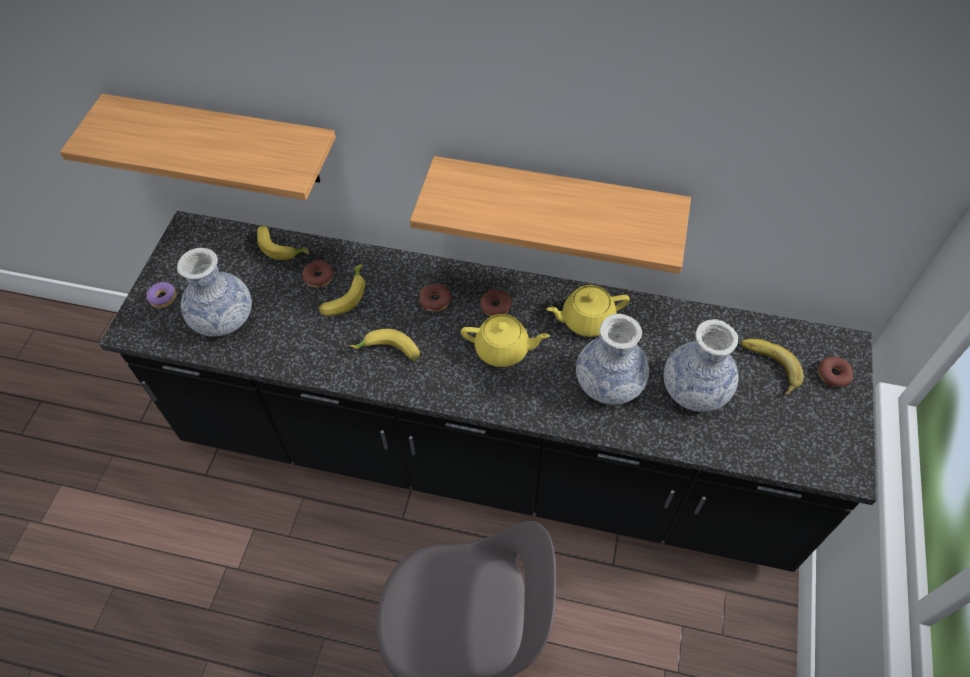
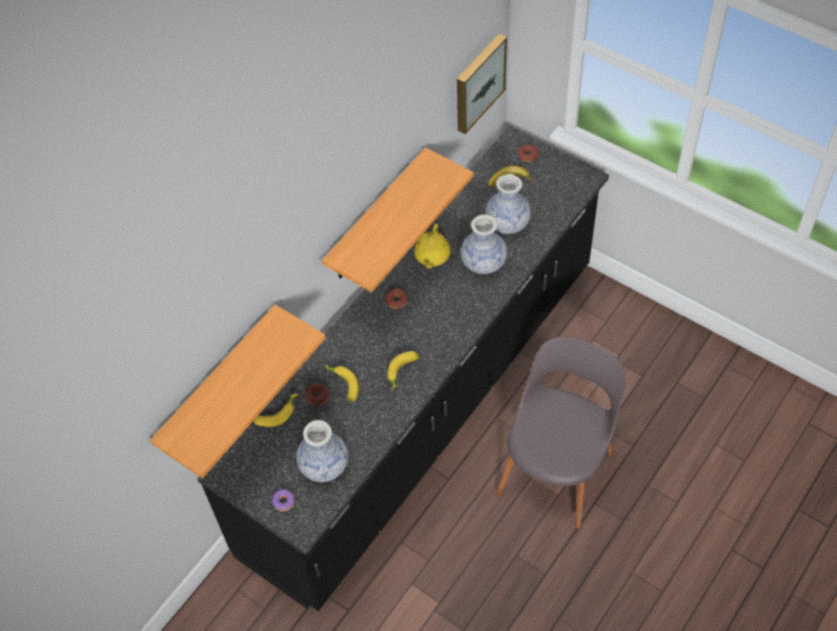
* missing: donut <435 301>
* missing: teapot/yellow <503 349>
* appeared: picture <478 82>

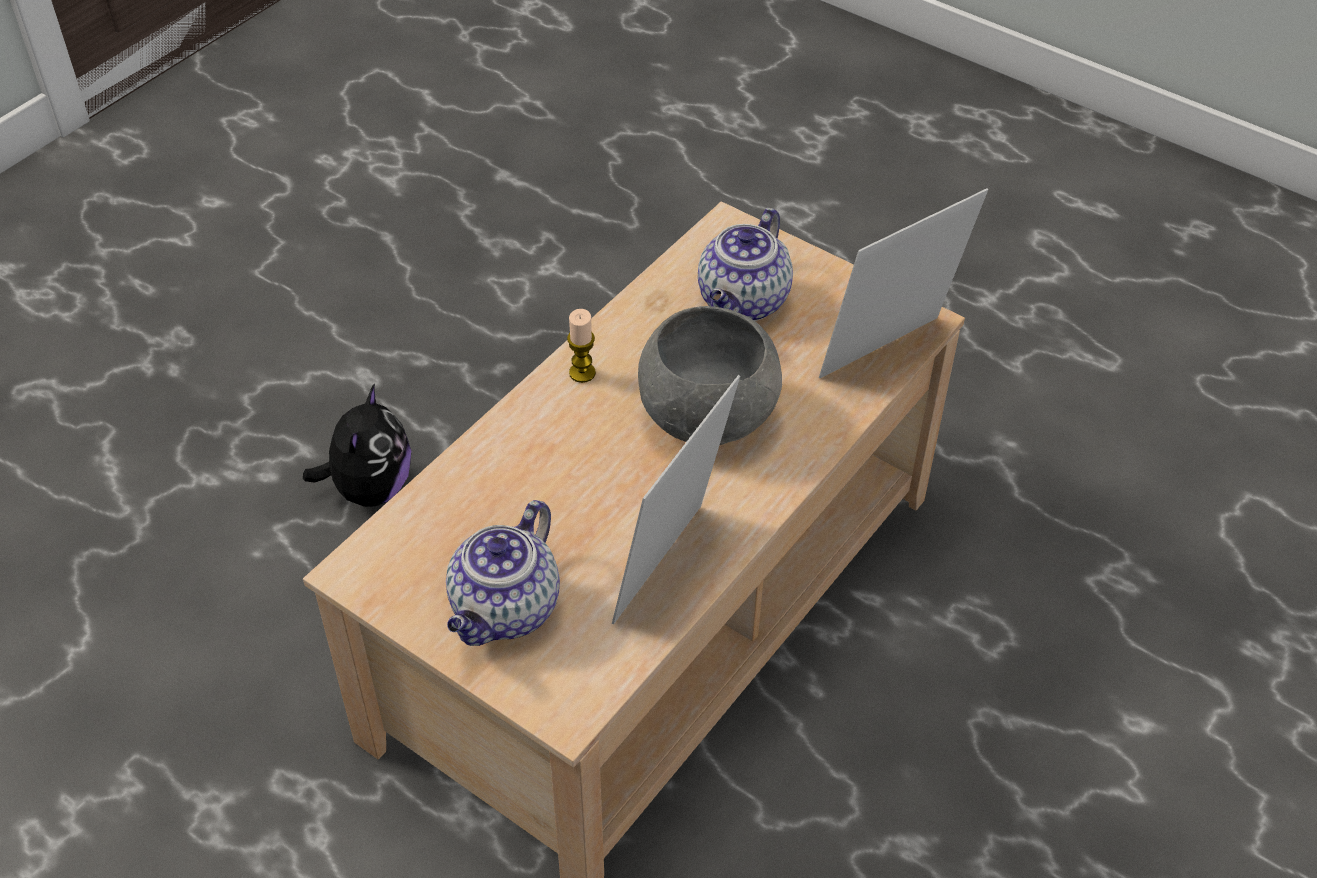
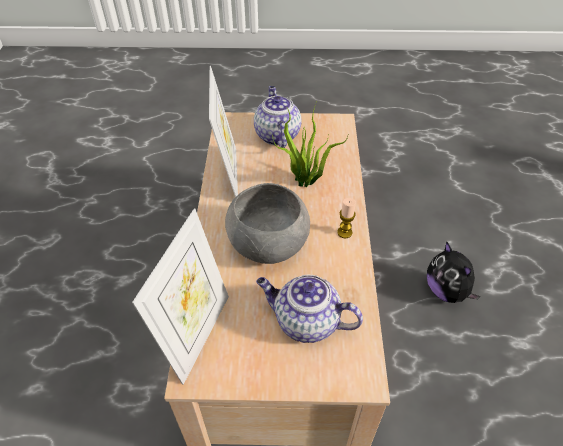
* spun: teapot <743 303> = <305 322> 60 degrees counterclockwise
* appeared: potted plant <305 183>

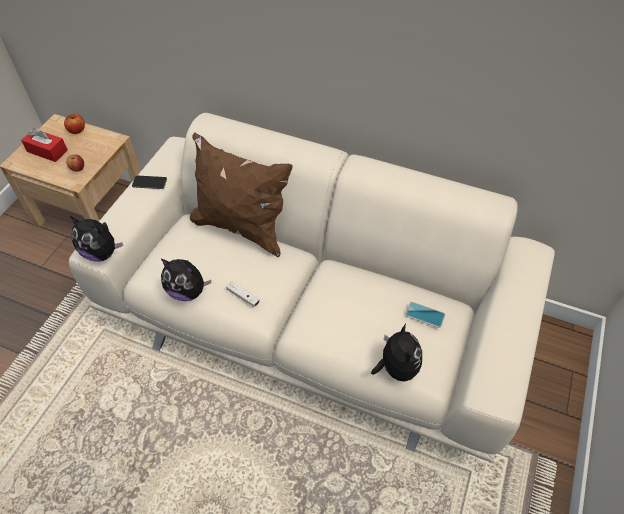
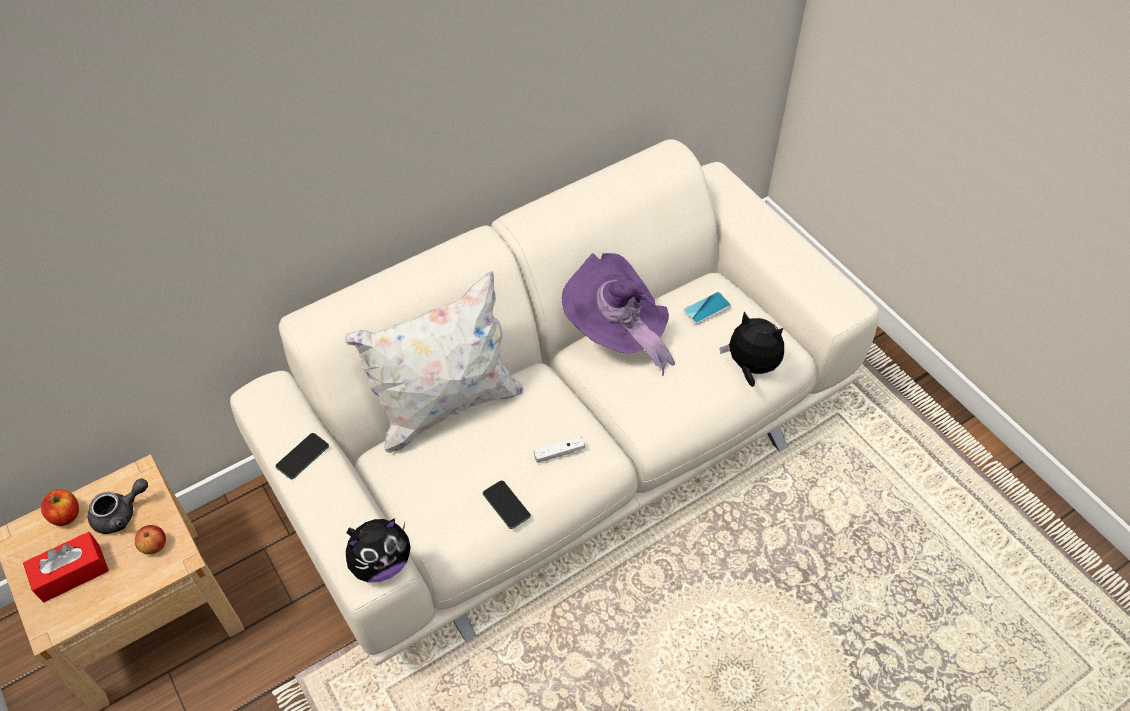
* colour: pillow/brown <242 228> to pillow/white <446 406>
* exchanged: plush toy <187 291> to phone <506 505>
* appeared: hat/purple <617 333>
* appeared: teapot/grey <121 514>

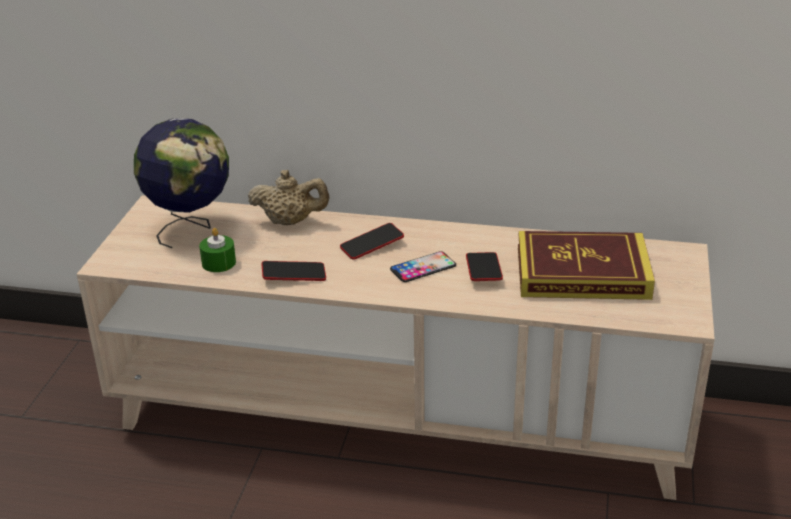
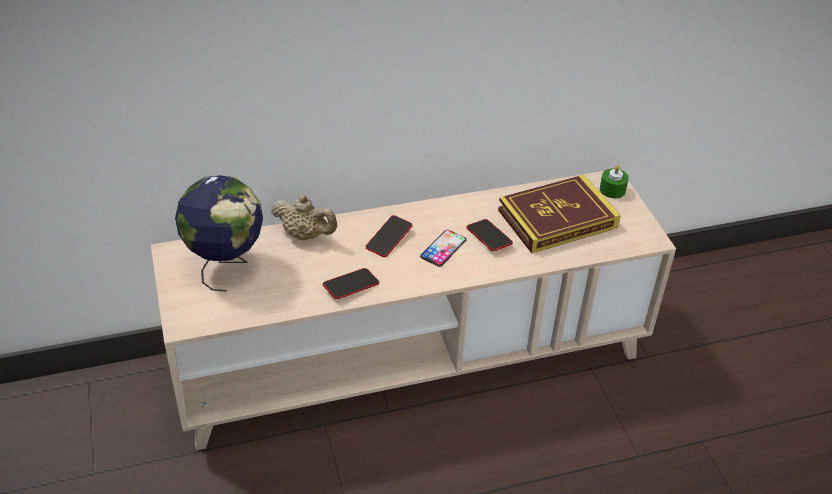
* spun: teapot/beige <290 221> = <305 235> 45 degrees clockwise
* relocated: candle/green <219 263> to <612 190>

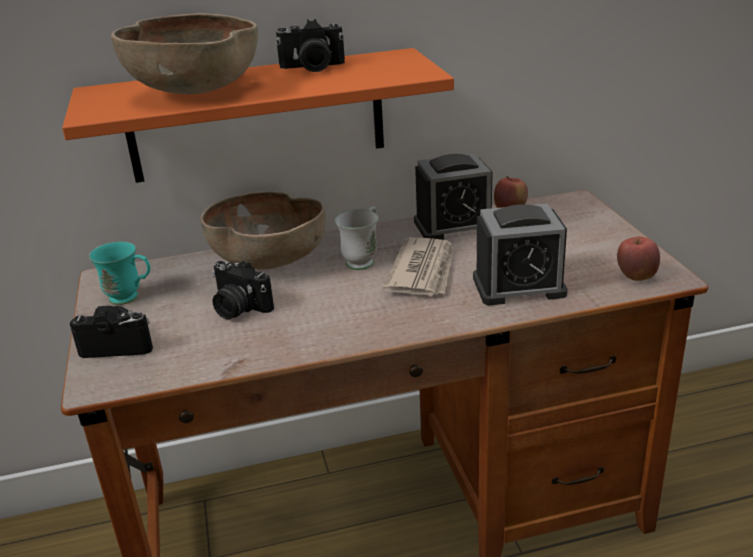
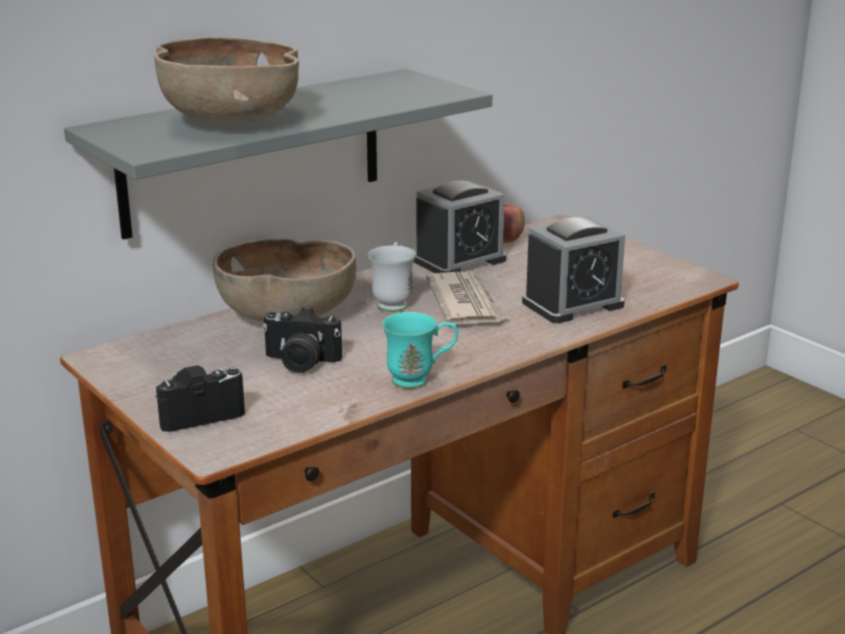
* missing: photo camera <312 68>
* colour: shelf/orange <257 116> to shelf/grey <253 152>
* missing: apple <636 277>
* relocated: mug/turquoise <131 298> to <420 380>

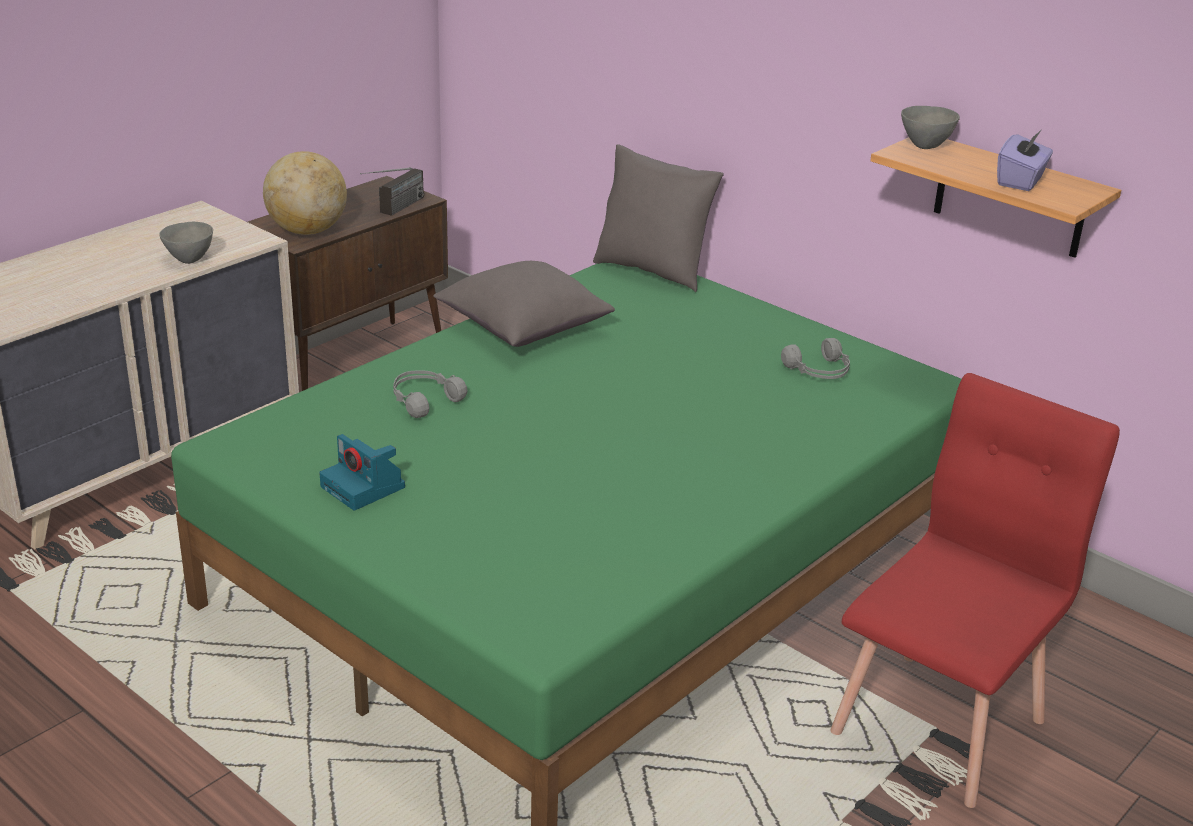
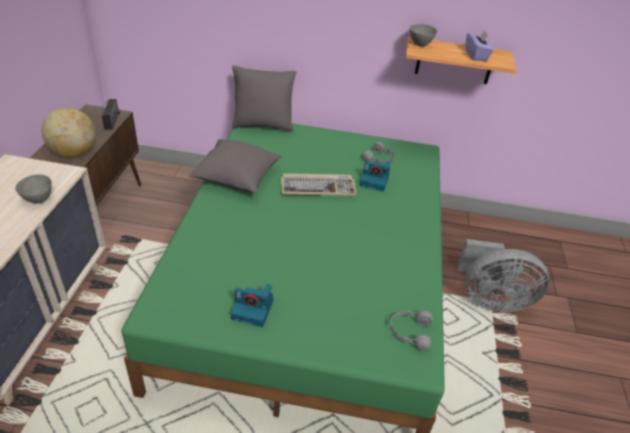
* relocated: headphones/grey <424 400> to <409 332>
* exchanged: chair/red <940 726> to fan/grey <490 299>
* appeared: photo camera <375 181>
* appeared: keyboard <318 187>

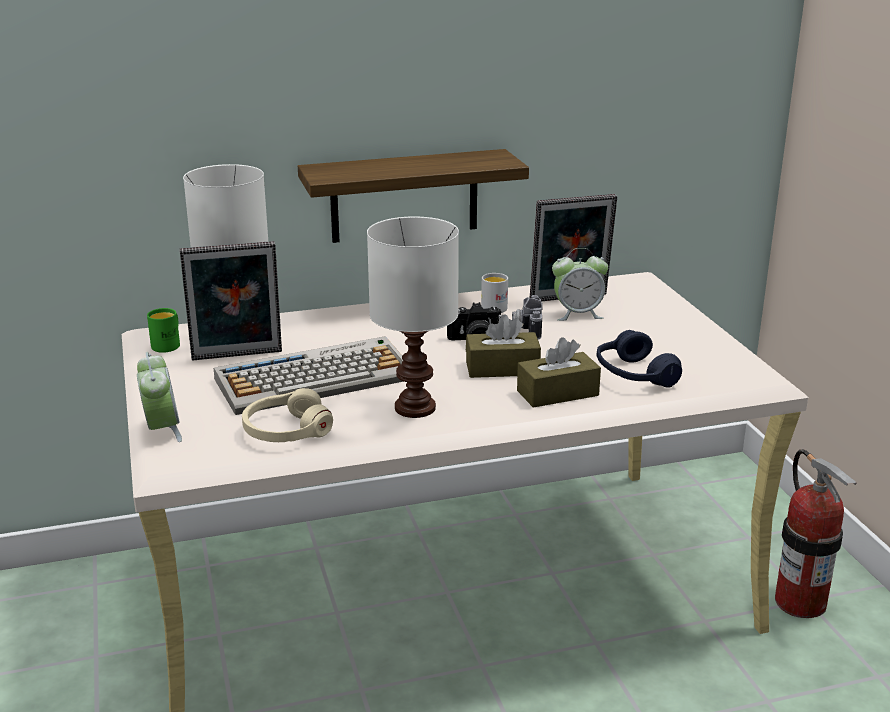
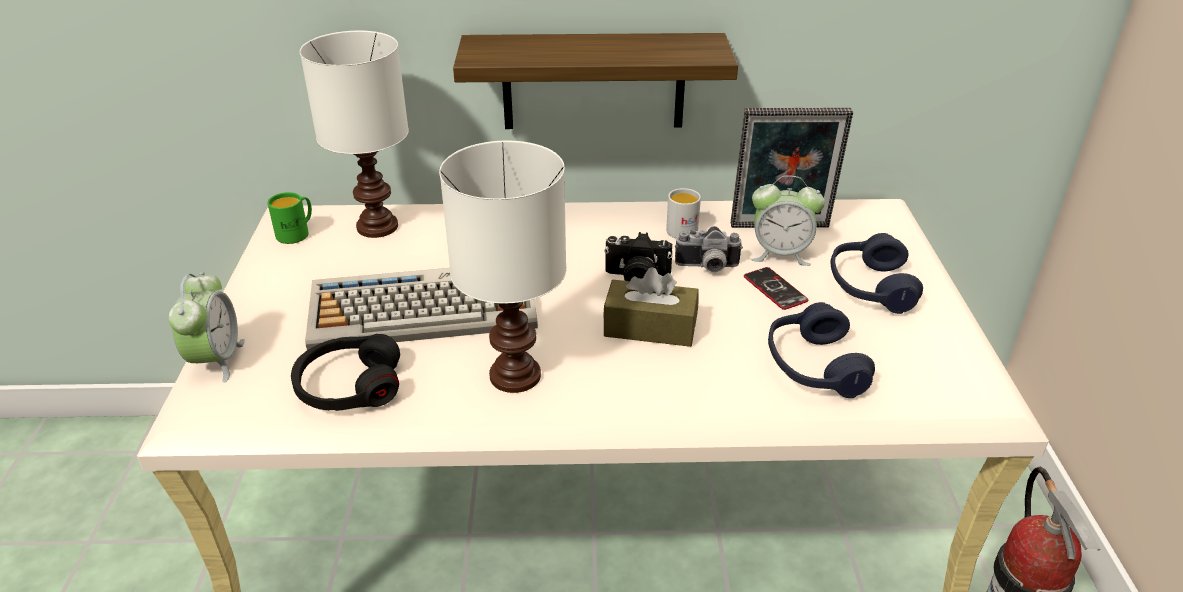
* missing: picture frame <237 357>
* spun: photo camera <526 328> = <707 268> 105 degrees counterclockwise
* missing: tissue box/brown <557 393>
* colour: headphones/beige <286 430> to headphones/black <349 386>
* appeared: headphones/blue <869 287>
* appeared: phone <775 289>

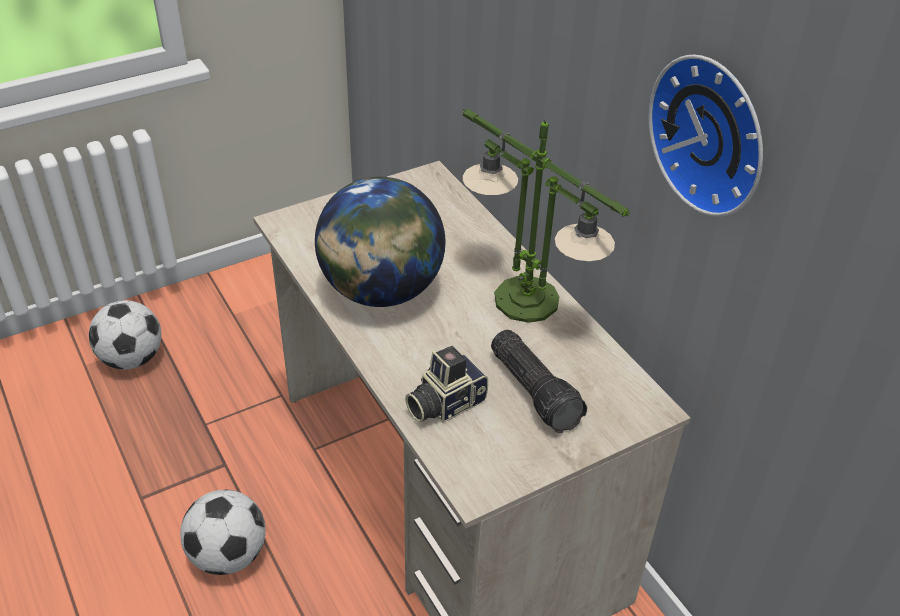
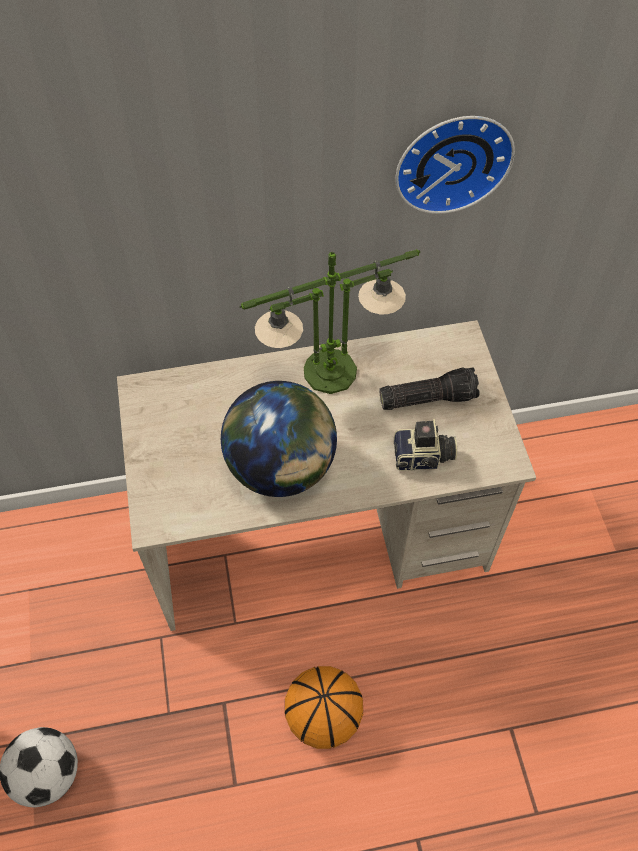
* spun: photo camera <444 403> = <423 458> 75 degrees counterclockwise
* exchanged: football <228 555> to basketball <322 716>

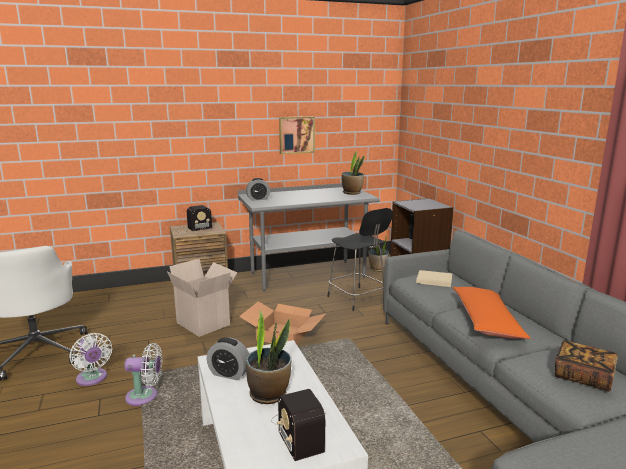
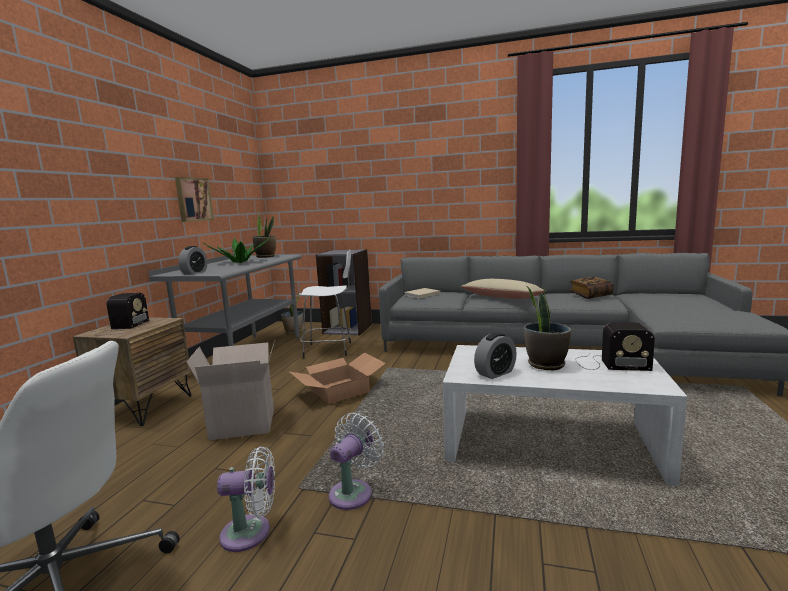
* colour: stool/black <357 299> to stool/white <330 350>
* colour: pillow/orange <486 321> to pillow/beige <502 297>
* appeared: potted plant <239 262>

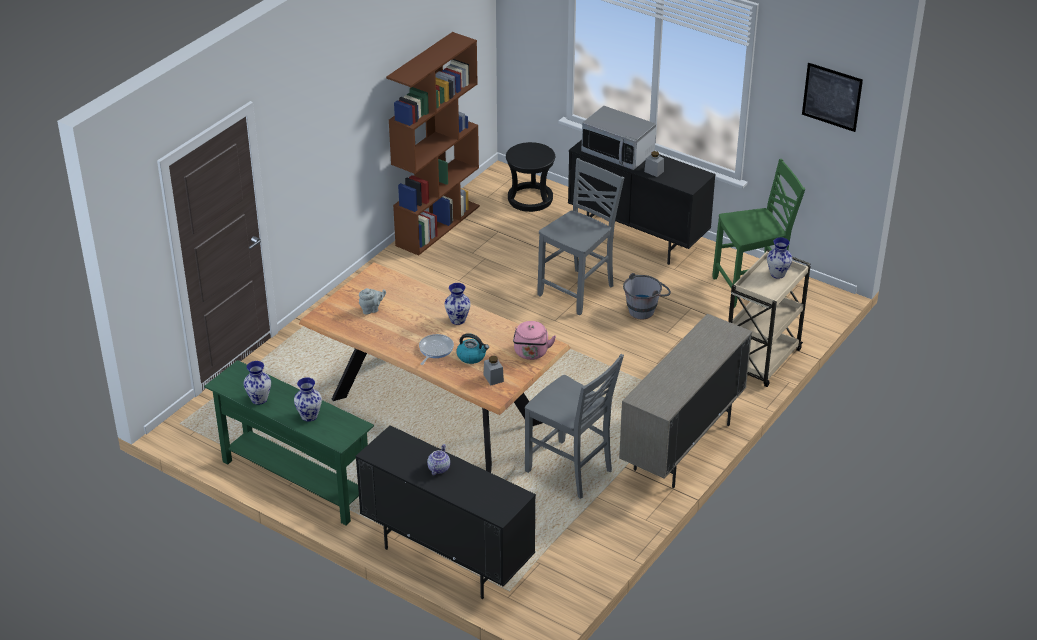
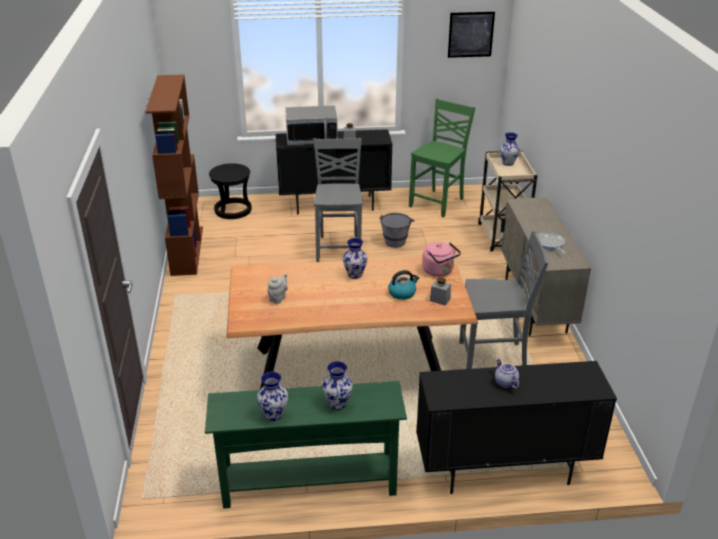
* relocated: frying pan <435 350> to <549 244>

